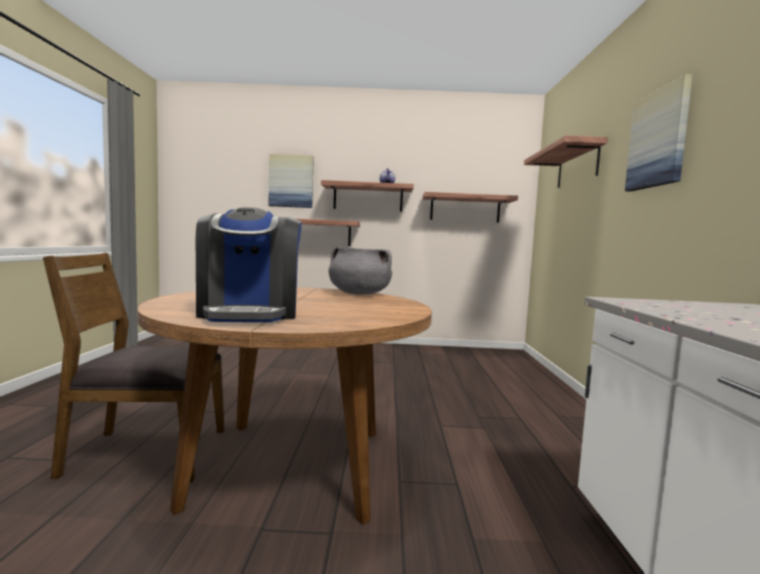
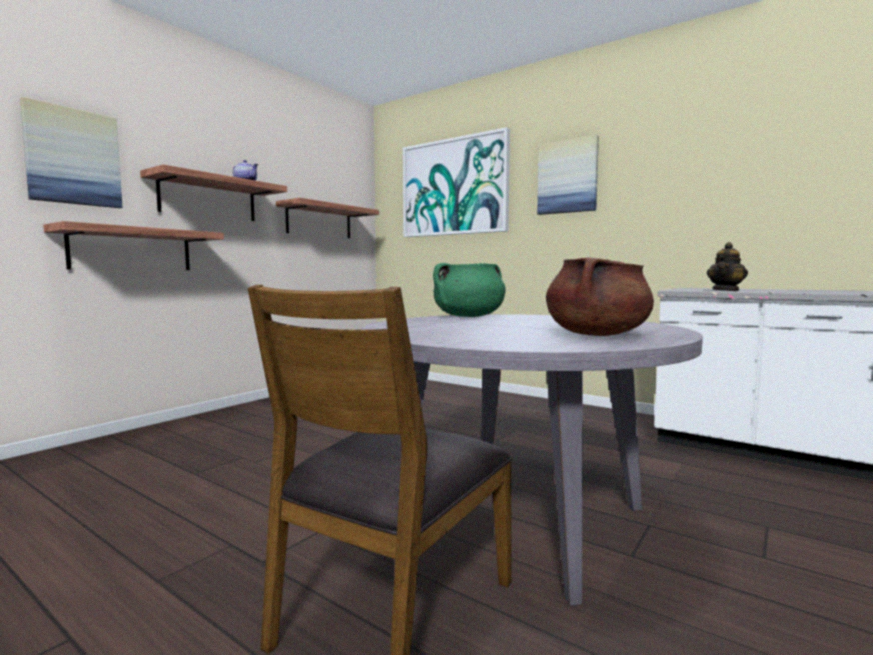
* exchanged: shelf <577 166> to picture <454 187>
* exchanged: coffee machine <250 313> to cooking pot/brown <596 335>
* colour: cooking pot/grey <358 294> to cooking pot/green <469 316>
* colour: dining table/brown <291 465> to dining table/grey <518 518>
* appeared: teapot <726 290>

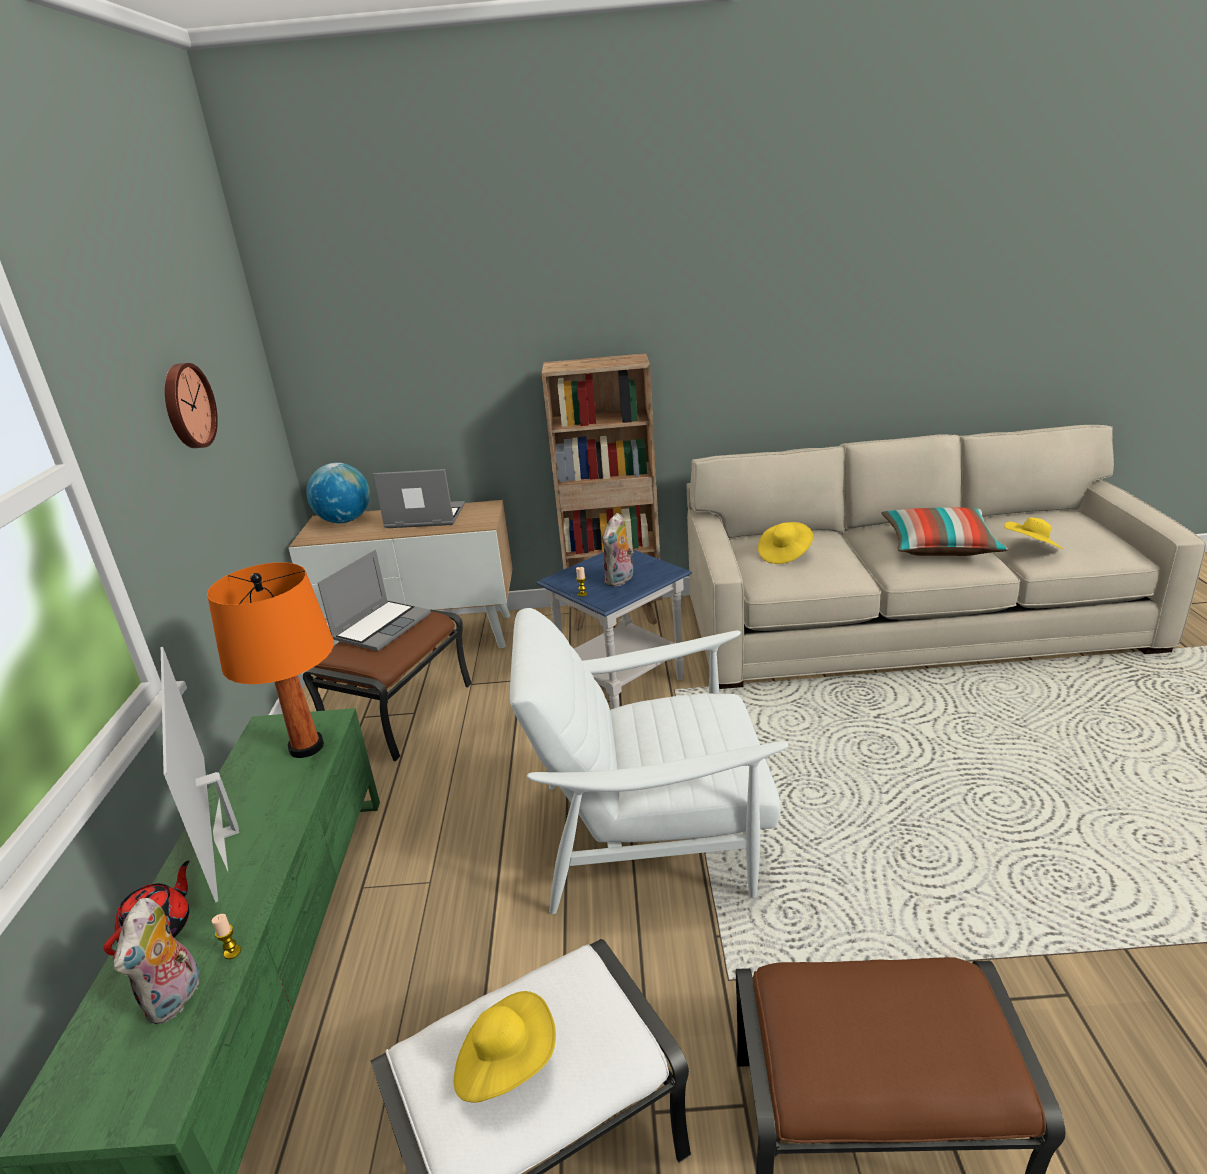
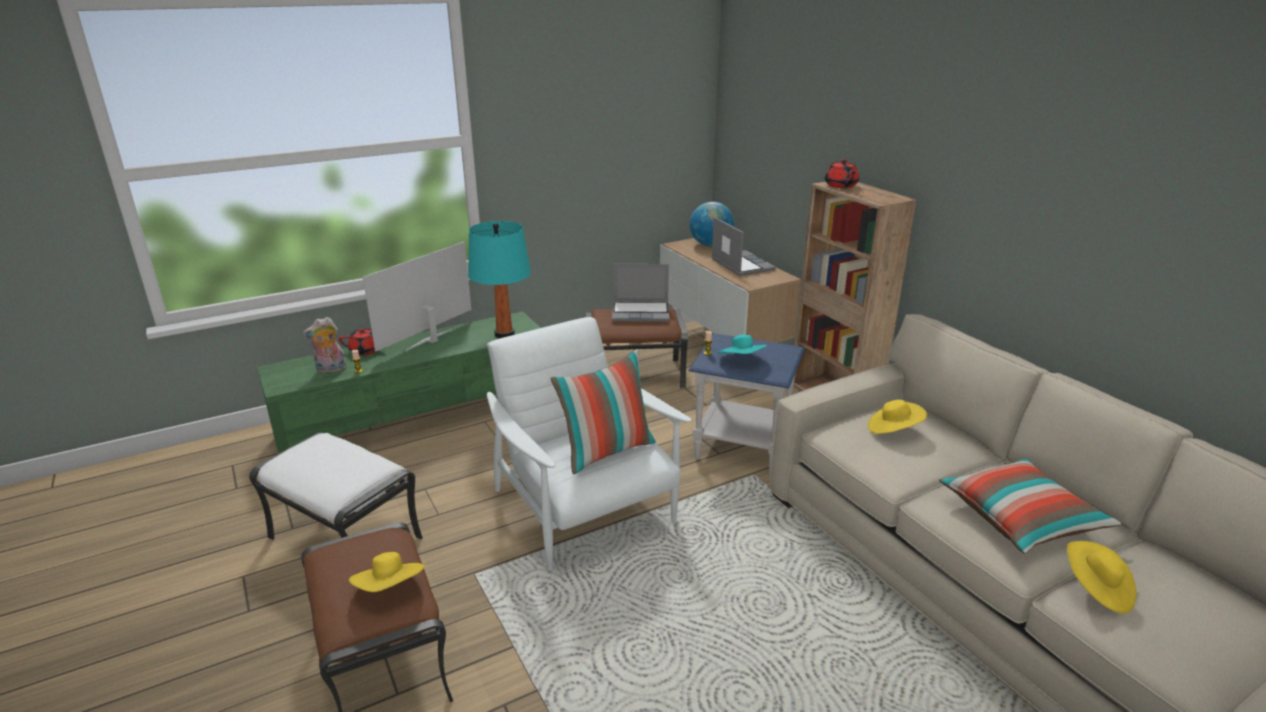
* missing: wall clock <187 406>
* exchanged: plush toy <620 580> to hat/turquoise <742 361>
* colour: table lamp/orange <306 747> to table lamp/turquoise <504 334>
* relocated: hat/yellow <506 1063> to <391 589>
* appeared: teapot/red <841 186>
* appeared: pillow <607 451>

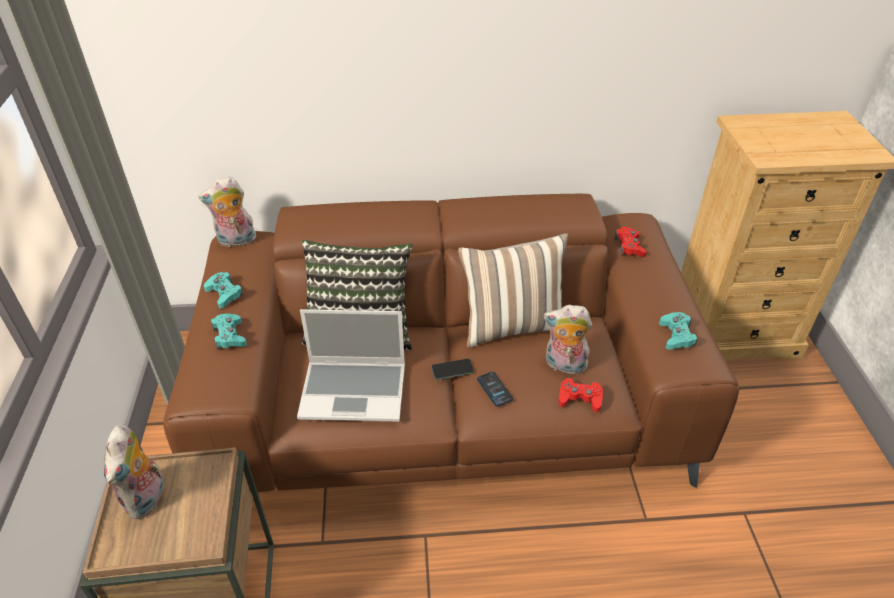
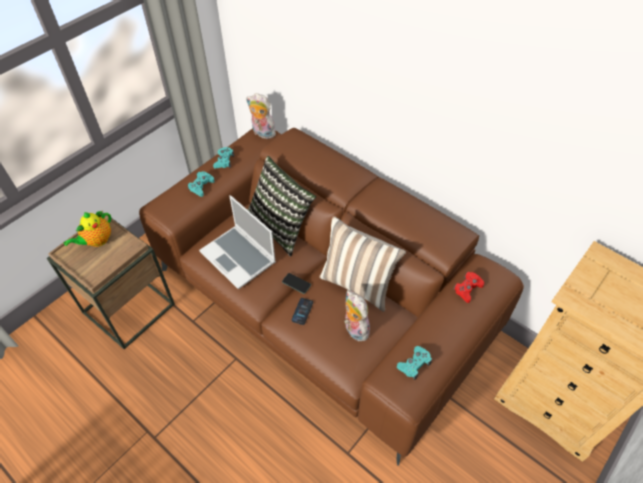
* missing: game controller/red <579 398>
* exchanged: plush toy <147 499> to teapot <97 241>

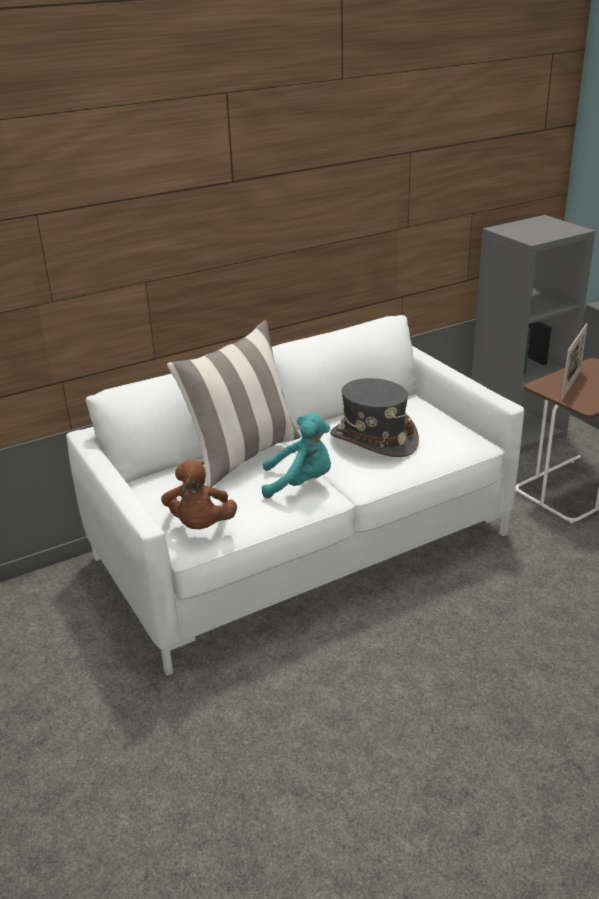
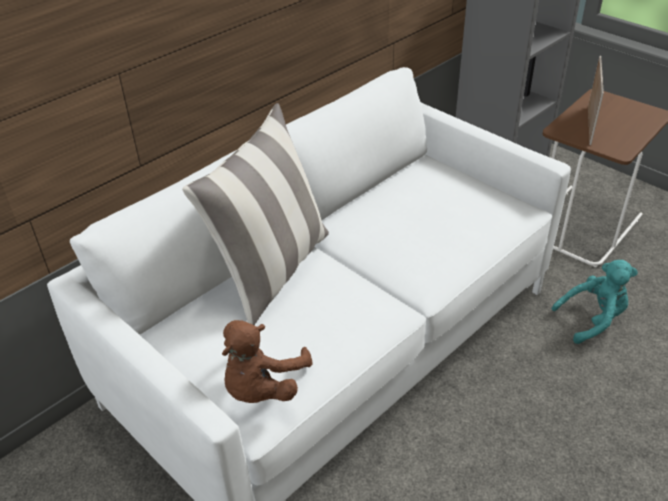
* missing: hat/grey <373 440>
* relocated: plush toy/turquoise <300 483> to <593 319>
* spun: plush toy/brown <200 526> = <262 387> 45 degrees clockwise

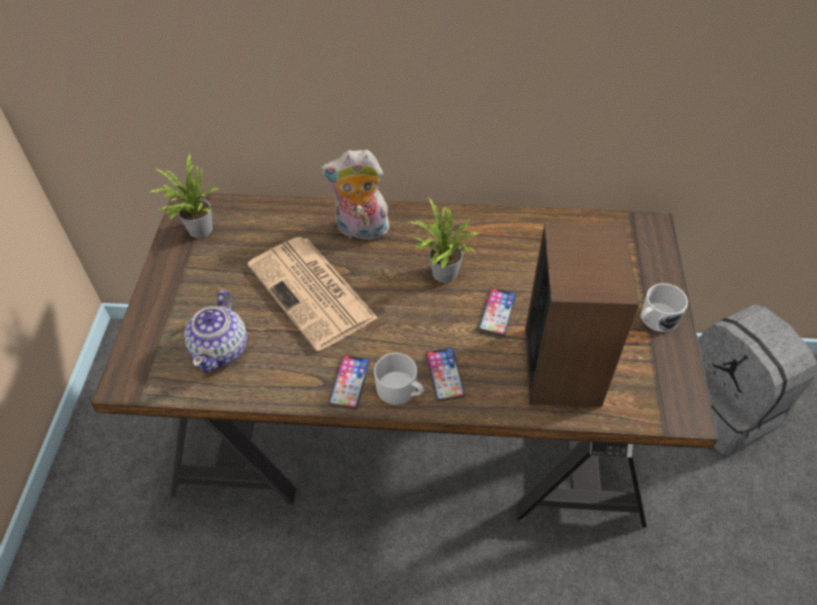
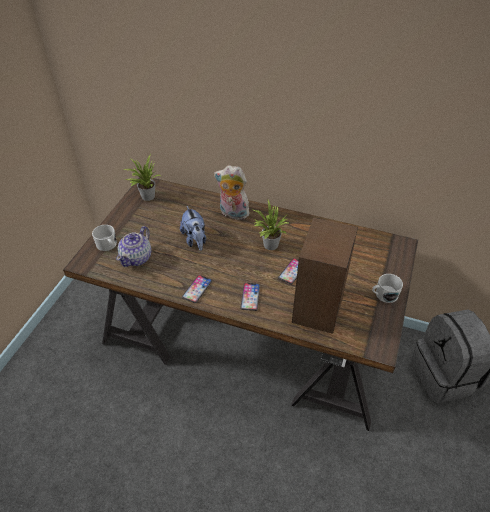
* exchanged: newspaper <313 293> to plush toy <195 240>
* relocated: mug/white <400 391> to <108 245>

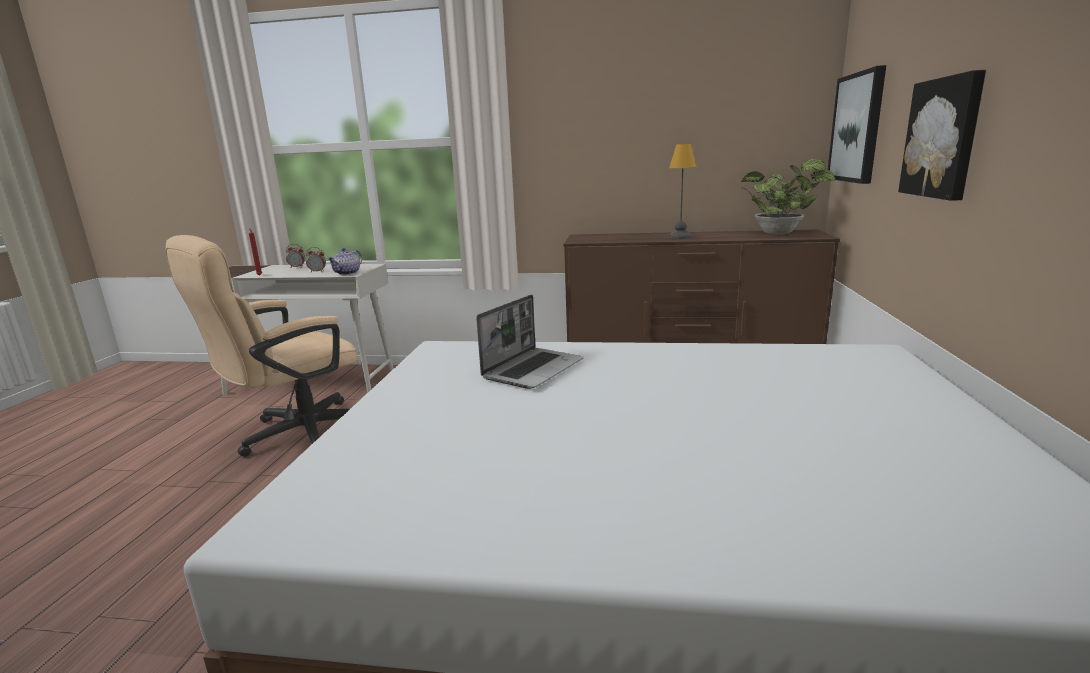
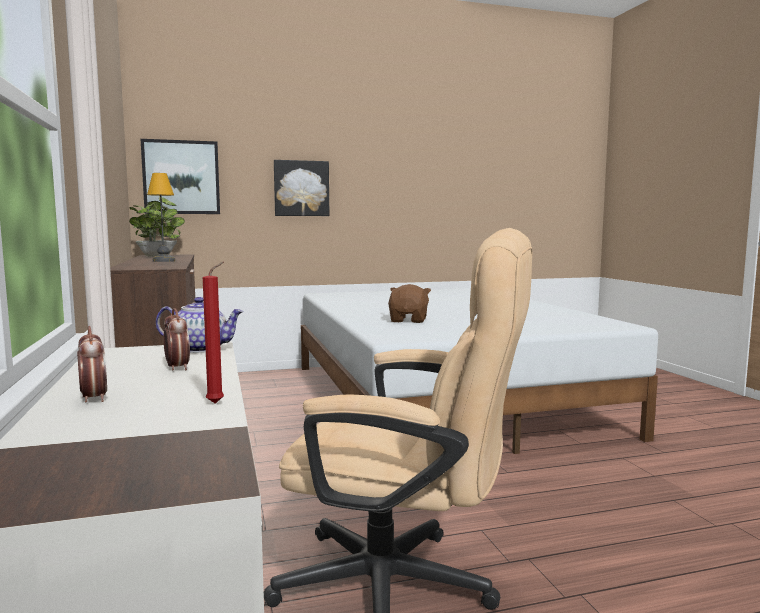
* exchanged: laptop <533 369> to plush toy/brown <409 320>

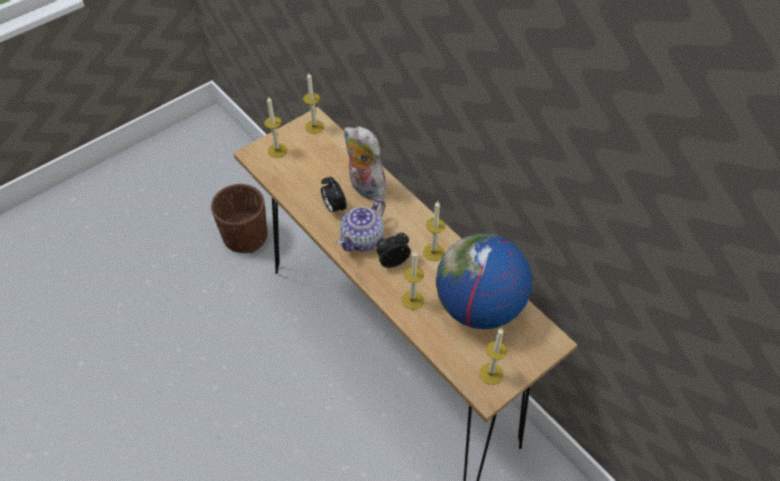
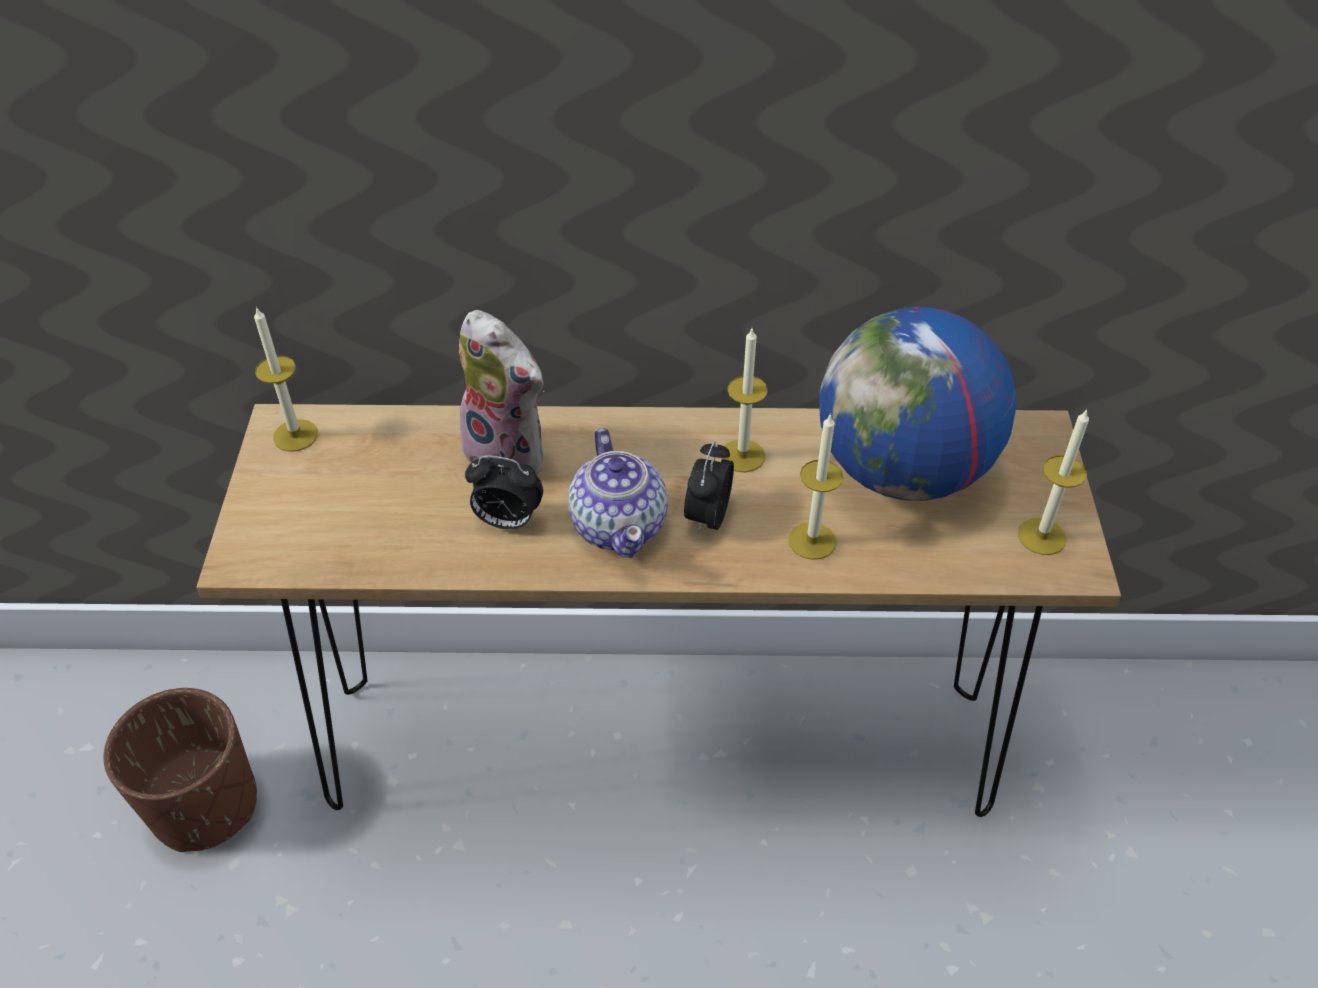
* missing: candle <277 150>
* spun: plush toy <364 187> = <511 455> 135 degrees counterclockwise

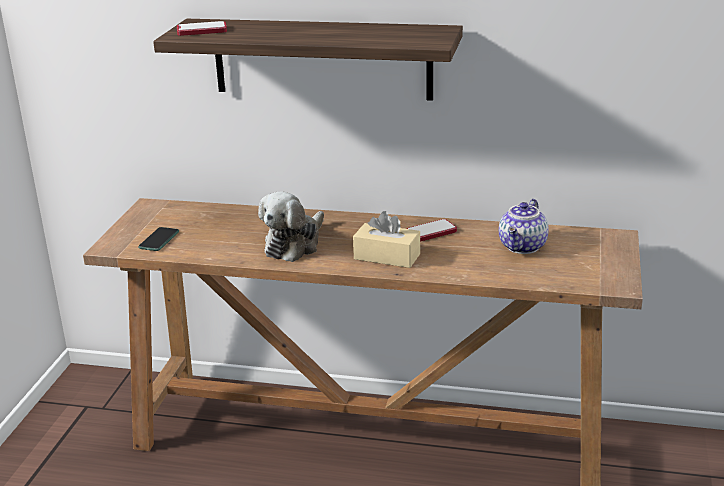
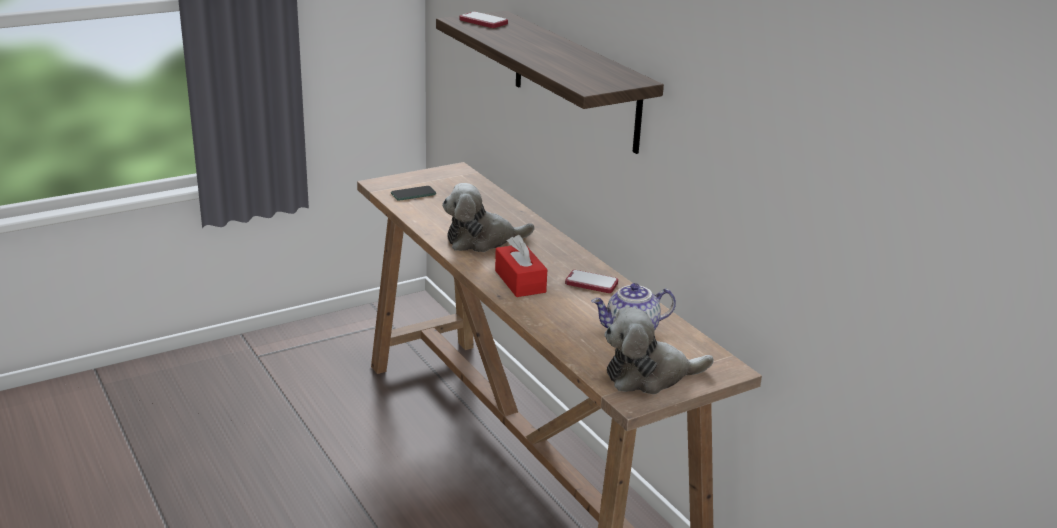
* colour: tissue box/beige <387 256> to tissue box/red <520 281>
* appeared: plush toy <649 376>

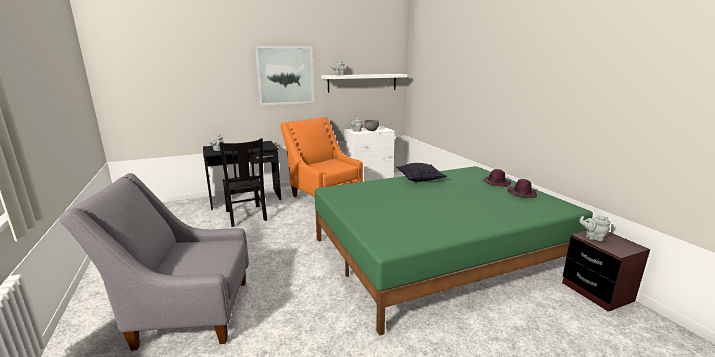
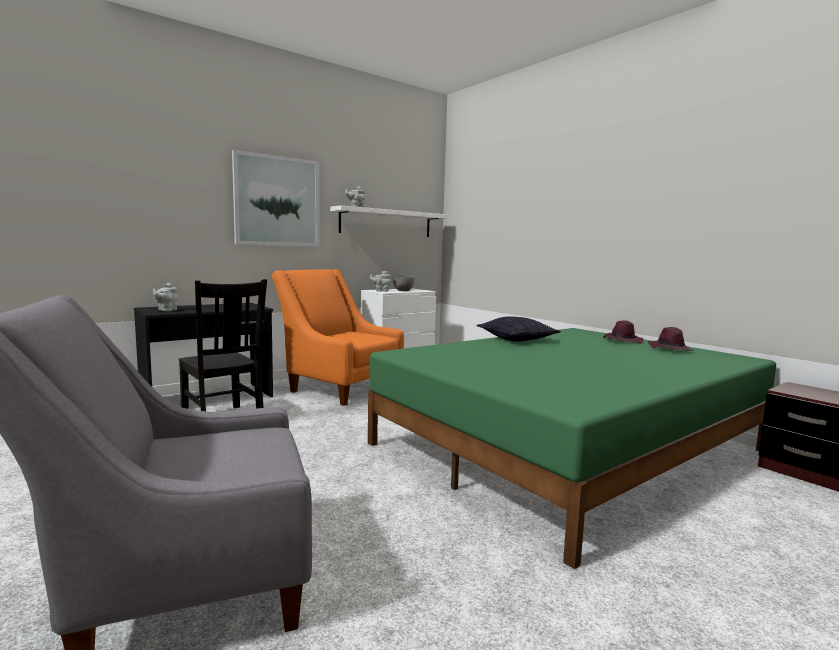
* missing: teapot/grey <593 237>

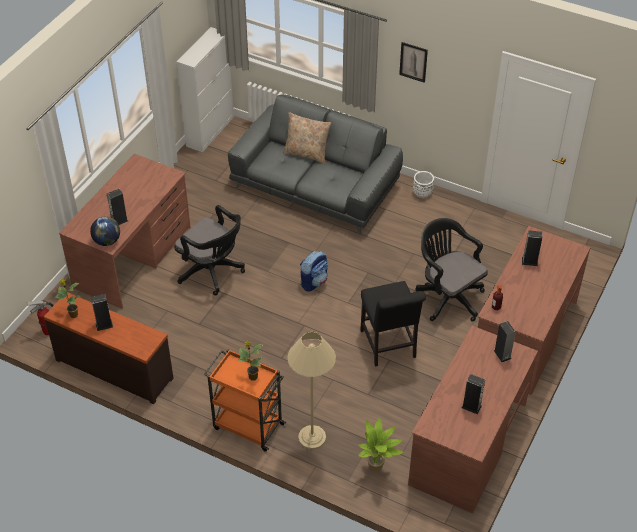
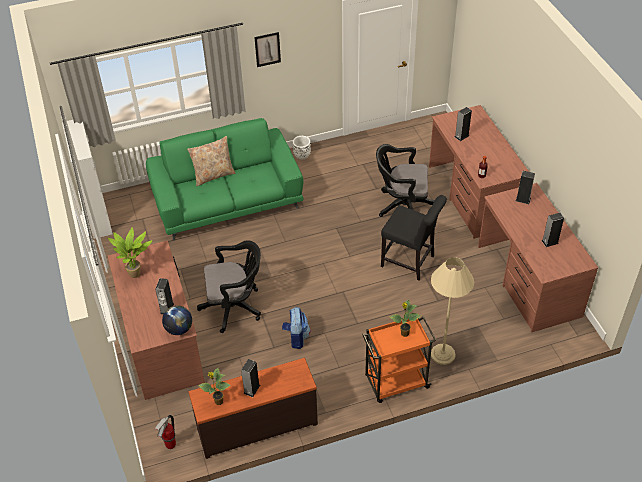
* colour: sofa/grey <315 187> to sofa/green <227 200>
* relocated: backpack <314 282> to <296 337>
* relocated: potted plant <377 468> to <136 273>

